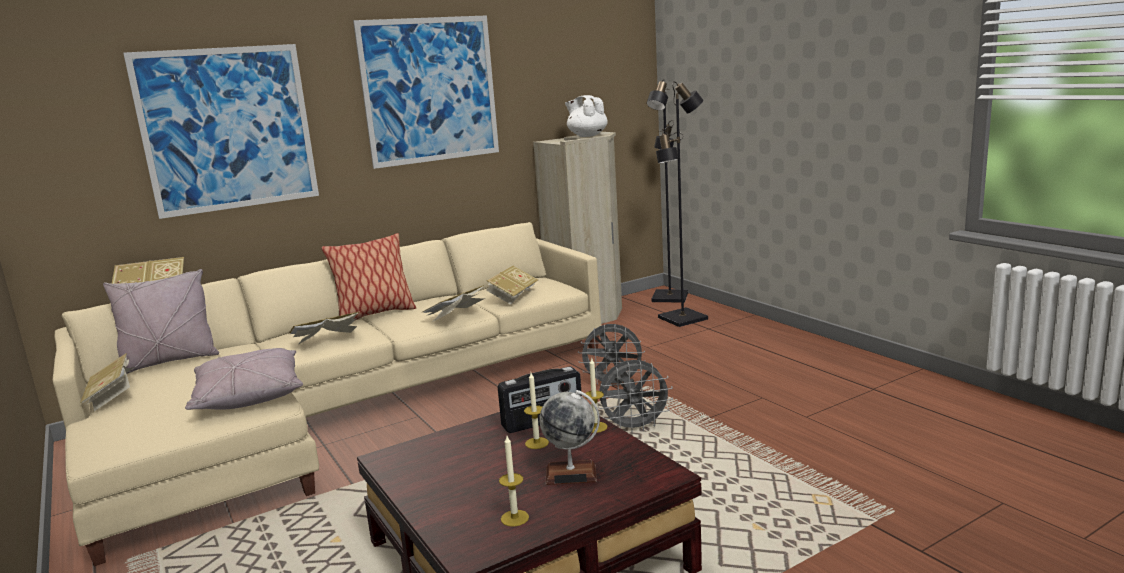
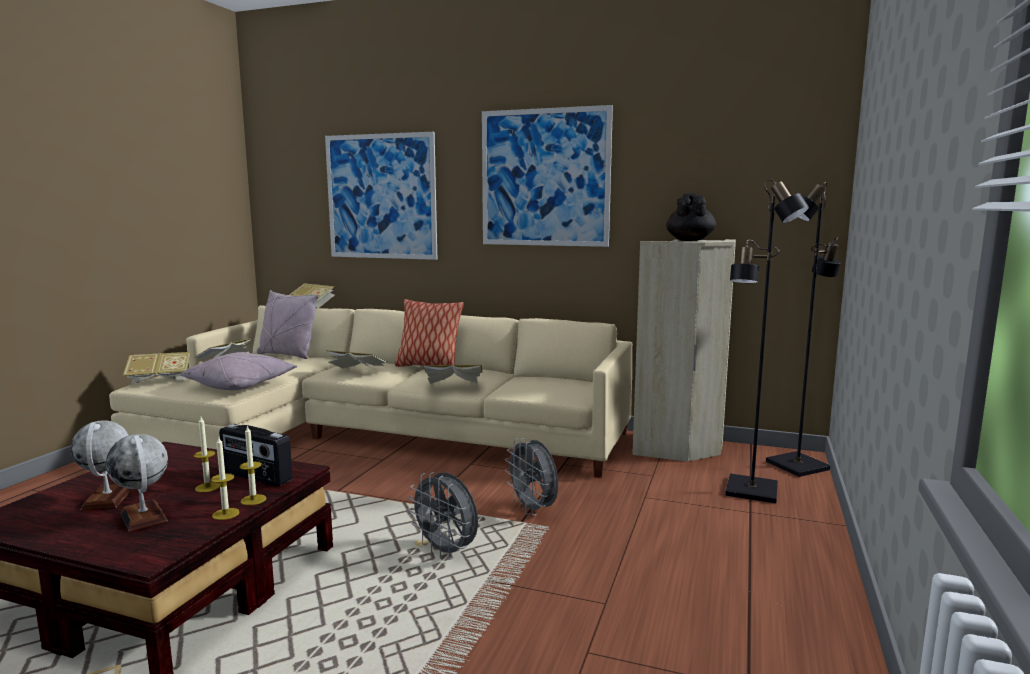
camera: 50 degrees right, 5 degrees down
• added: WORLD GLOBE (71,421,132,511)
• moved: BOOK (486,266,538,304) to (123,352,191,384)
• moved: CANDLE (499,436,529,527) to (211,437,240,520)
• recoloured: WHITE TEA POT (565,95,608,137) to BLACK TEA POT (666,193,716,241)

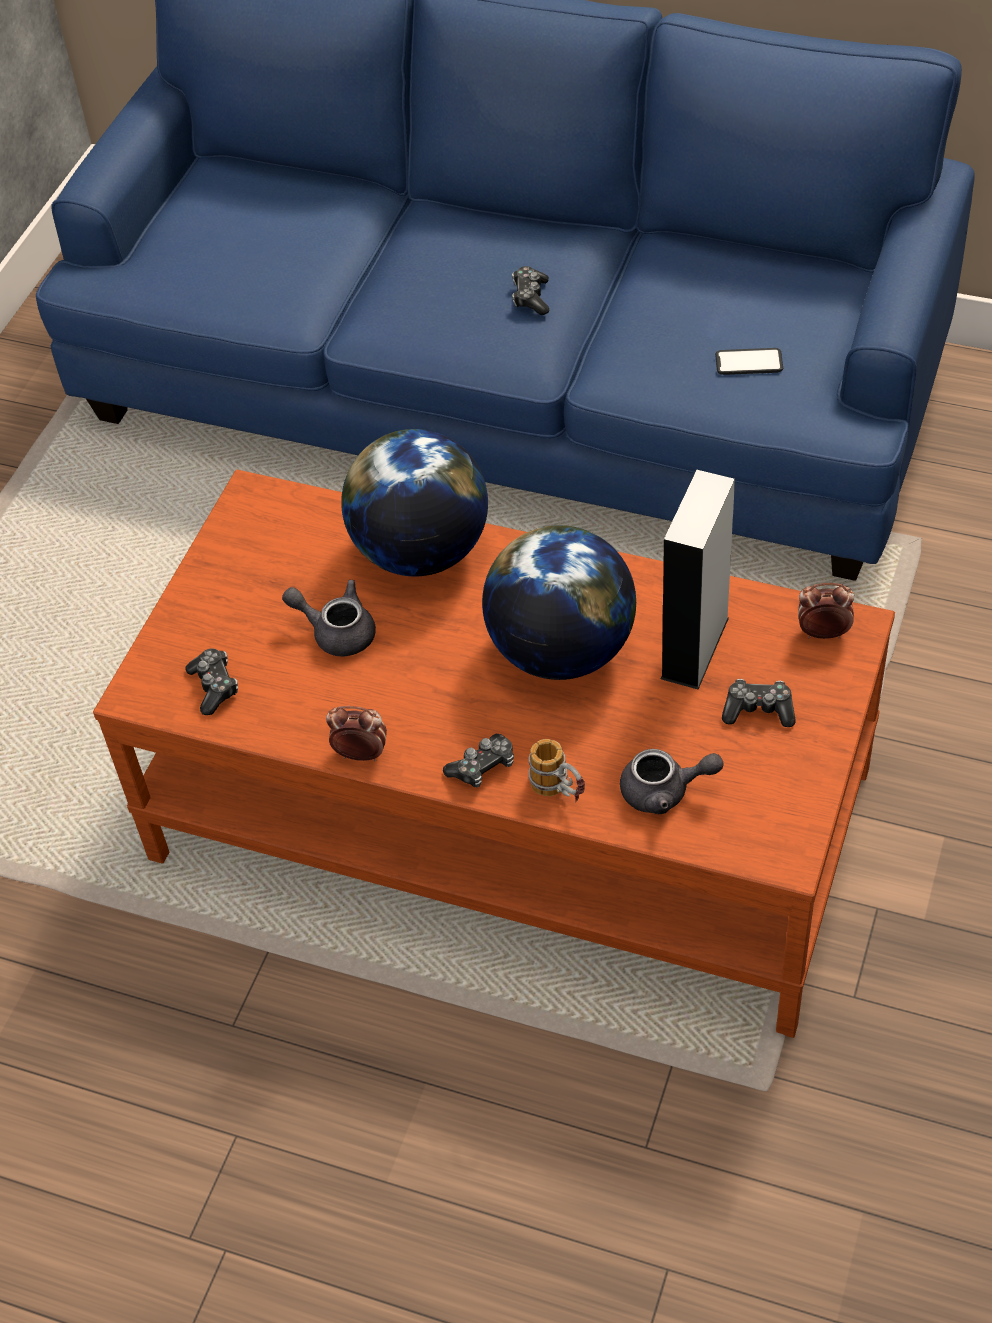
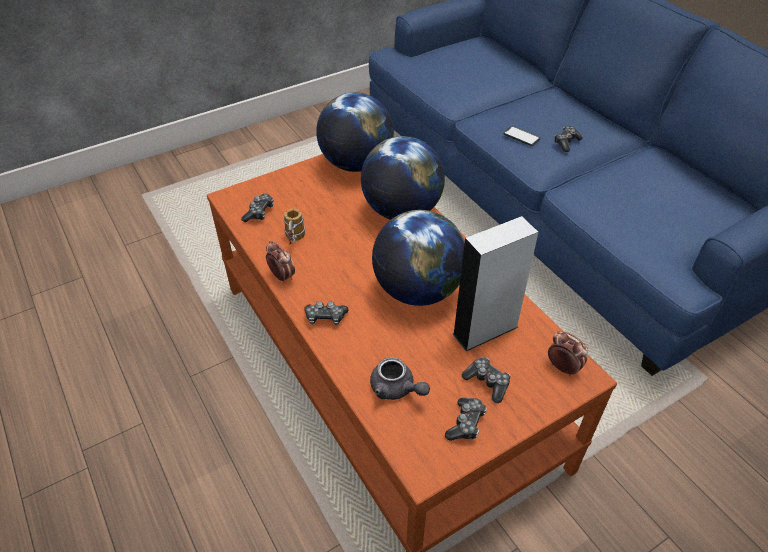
camera: 35 degrees right, 5 degrees down
• moved: TEA MUG (529,739,585,803) to (284,209,305,244)
• added: WORLD GLOBE (316,92,394,172)
• added: JOYPAD (445,398,487,441)
• moved: PHONE (715,348,783,375) to (503,126,540,146)
• removed: GREYISH TEA POT (282,580,376,657)

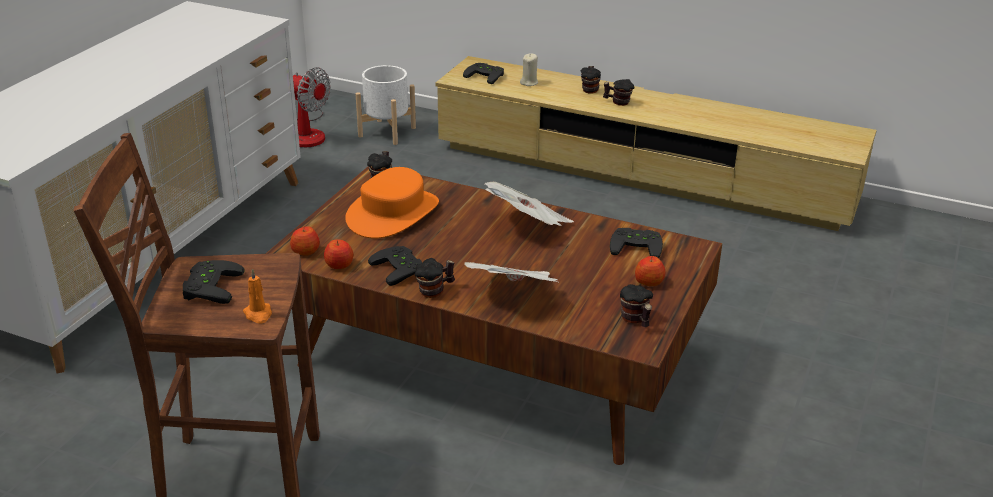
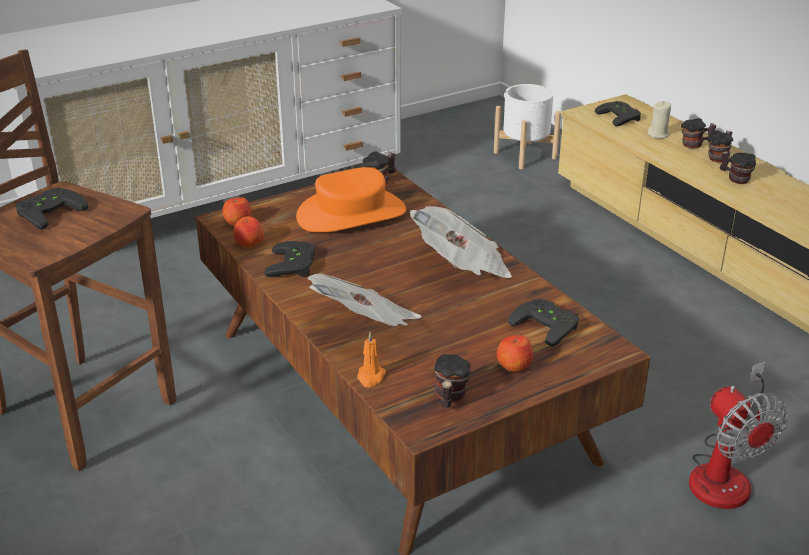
camera: 35 degrees right, 0 degrees up
• moved: ORANGEY CANDLE (243,268,272,324) to (357,331,386,388)
• moved: TEA MUG (415,258,455,298) to (681,118,717,148)
• moved: ELECTRIC FAN (293,67,331,147) to (689,362,787,509)

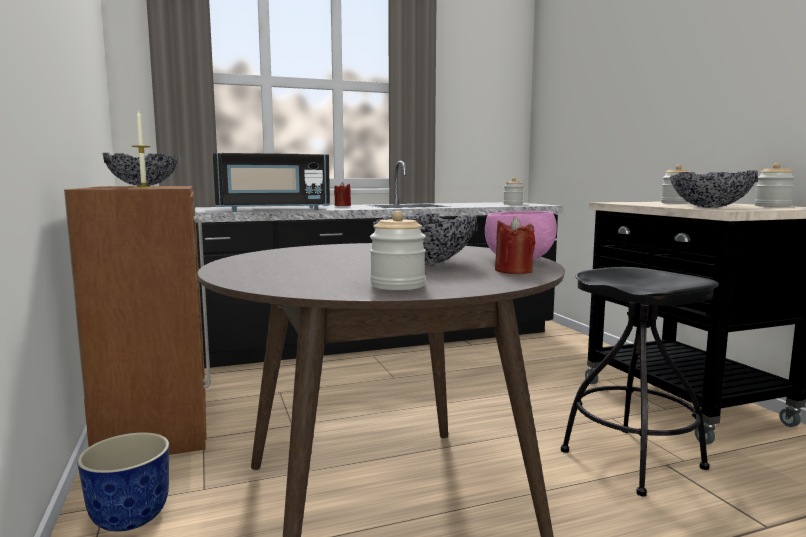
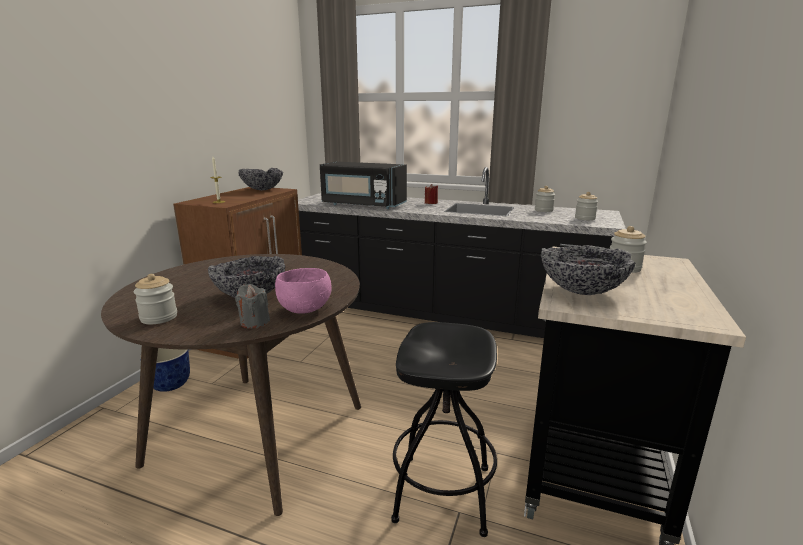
camera: 40 degrees right, 10 degrees up
• recoloured: RED-COLOURED CANDLE (495,216,536,274) to GREYISH CANDLE (235,284,270,328)
• moved: PRESERVE JAR (754,163,795,207) to (535,186,555,212)

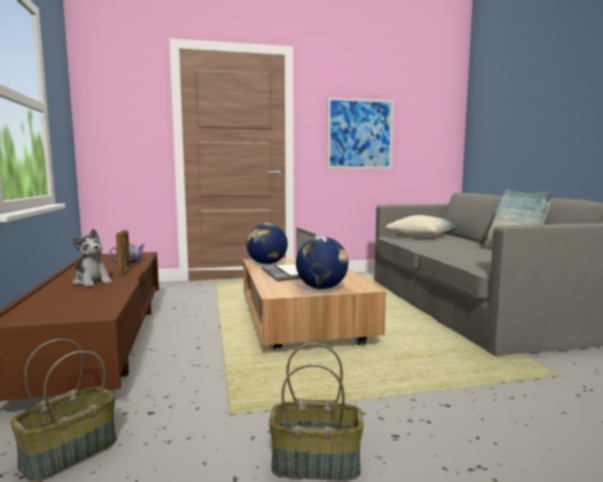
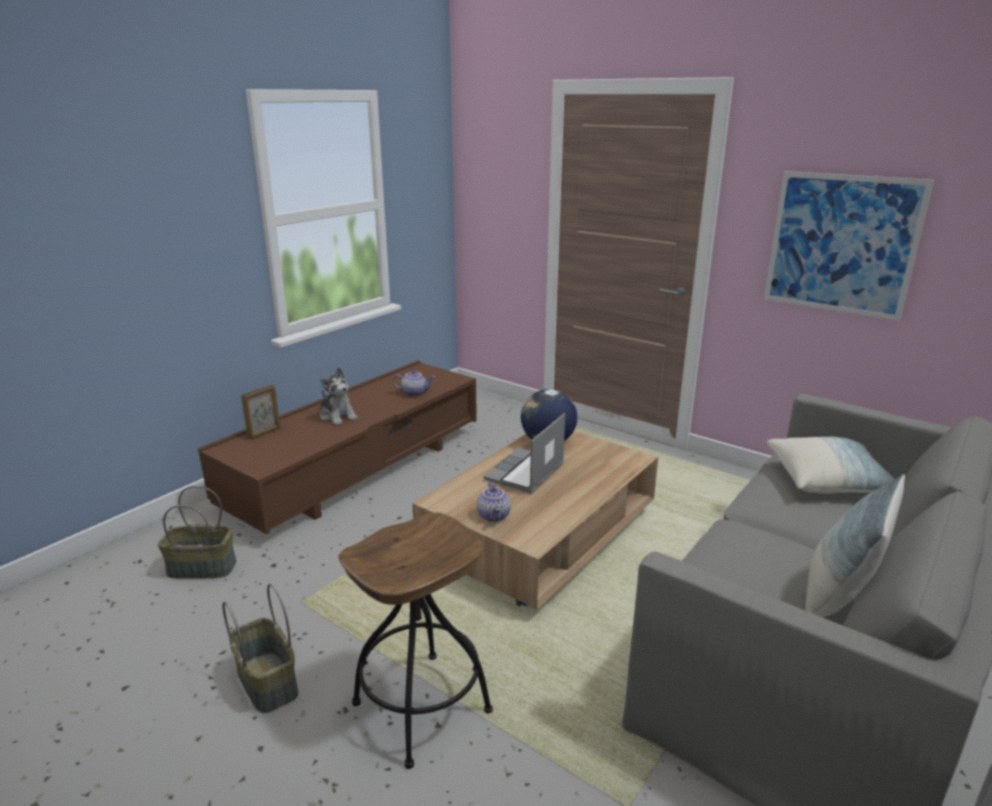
camera: 50 degrees right, 15 degrees up
• moved: PHOTO FRAME (116,230,131,276) to (241,385,280,439)
• turned: CUDDLY TOY (72,229,112,287) = (320,367,358,425) 45 degrees counterclockwise
• added: BROWN-COLOURED SITTING STOOL (338,512,493,769)
• replaced: WORLD GLOBE (296,237,348,289) to TEA POT (477,481,511,522)

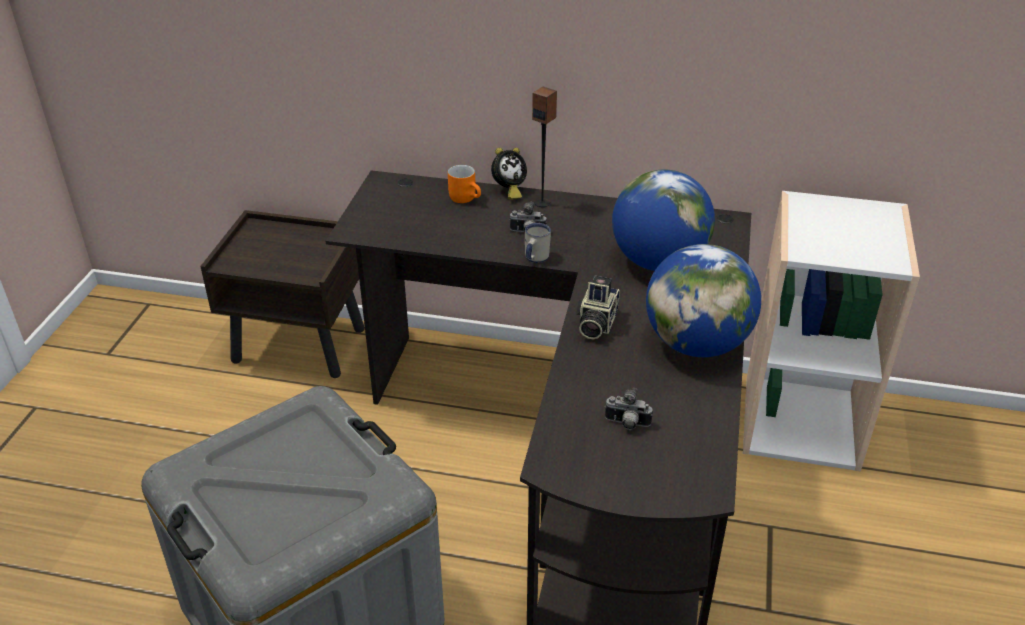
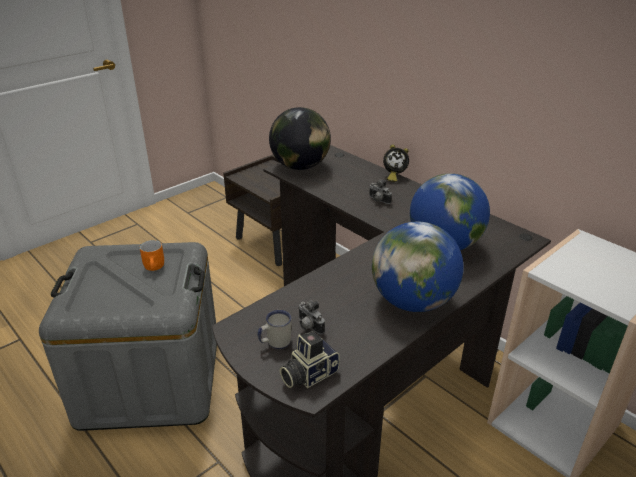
camera: 35 degrees right, 5 degrees down
• moved: ORANGEY TEA MUG (448,165,481,203) to (140,240,164,271)
• moved: WHITE TEA MUG (525,223,551,263) to (258,310,291,349)
• added: WORLD GLOBE (269,107,331,170)
• moved: PHOTO CAMERA (576,275,620,339) to (280,331,340,388)
• removed: SPEAKER (532,86,557,207)

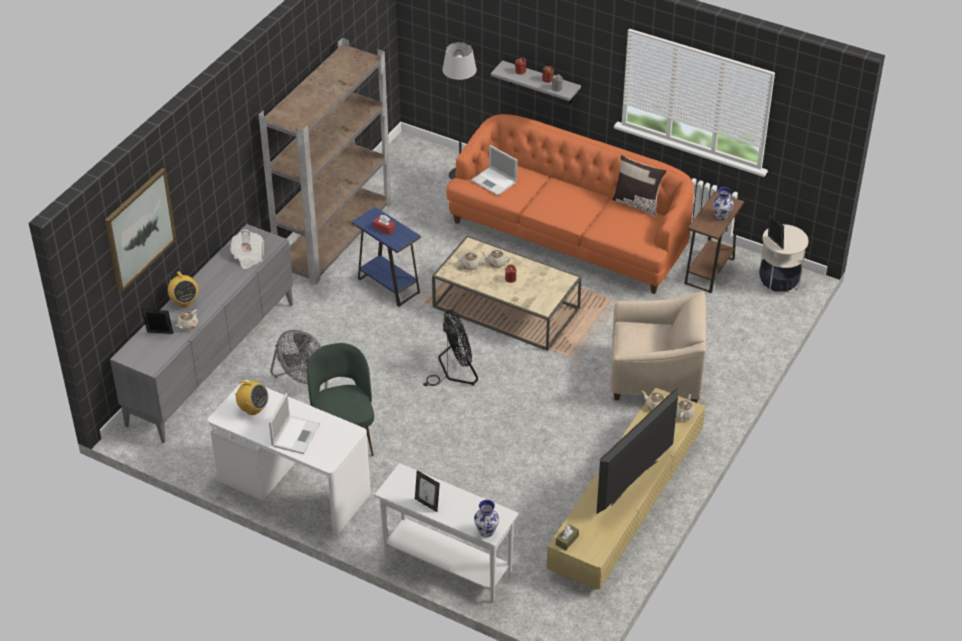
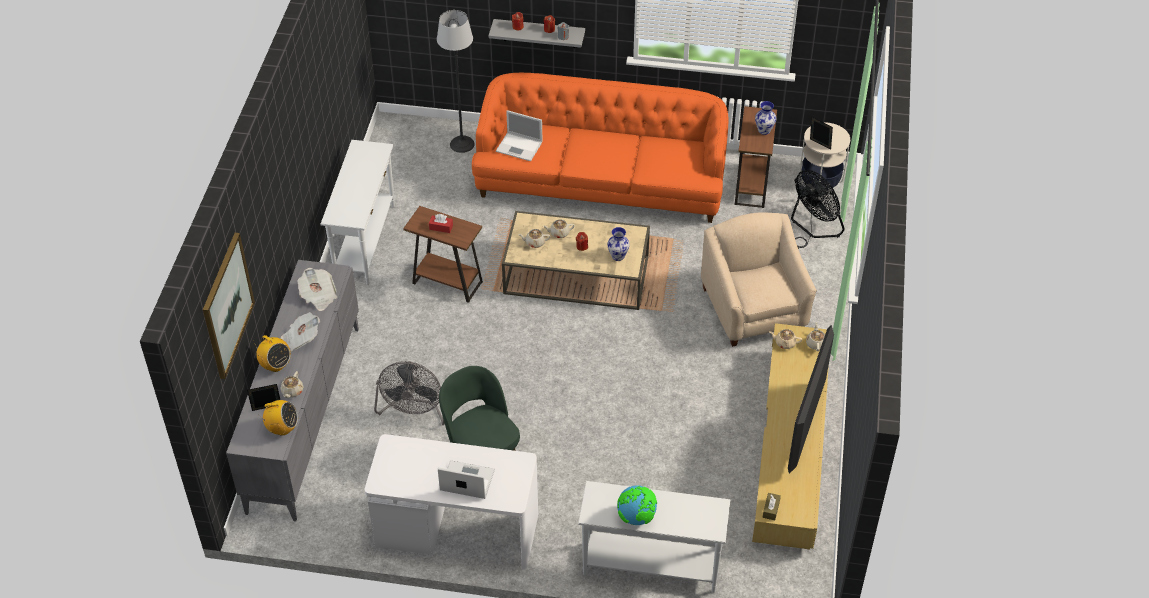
camera: 20 degrees left, 5 degrees up
• moved: RADIO RECEIVER (234,381,269,415) to (261,400,298,435)
• added: NEWSPAPER (281,312,320,351)
• replaced: BROWN-COLOURED BOOKSHELF (259,38,391,284) to WHITE CONSOLE TABLE (321,140,395,285)
• recoloured: BLUE-COLOURED END TABLE (352,207,421,307) to BROWN-COLOURED END TABLE (403,206,483,303)
• turned: NOTEBOOK COMPUTER (269,393,320,454) = (438,460,495,499) 75 degrees counterclockwise
• moved: FLOWER VASE (474,500,499,537) to (607,227,630,261)
• replaced: PHOTO FRAME (415,470,440,512) to WORLD GLOBE (617,485,657,525)
• turned: BEIGE-COLOURED ARMCHAIR (610,292,706,403) = (701,212,817,347) 90 degrees counterclockwise
• moved: BLACK ELECTRIC FAN (423,309,478,386) to (791,170,845,249)
• removed: PILLOW (612,155,666,217)

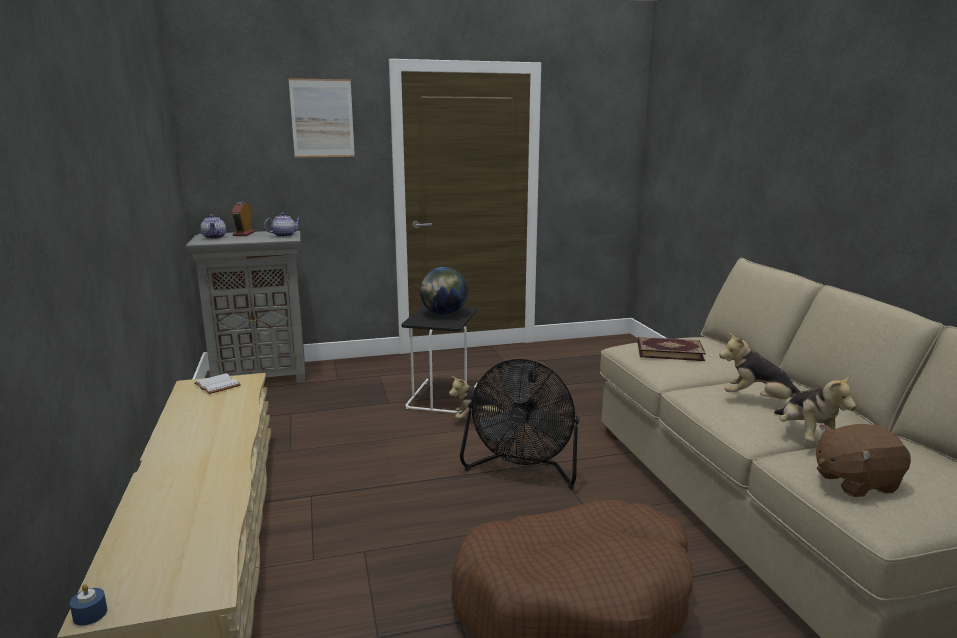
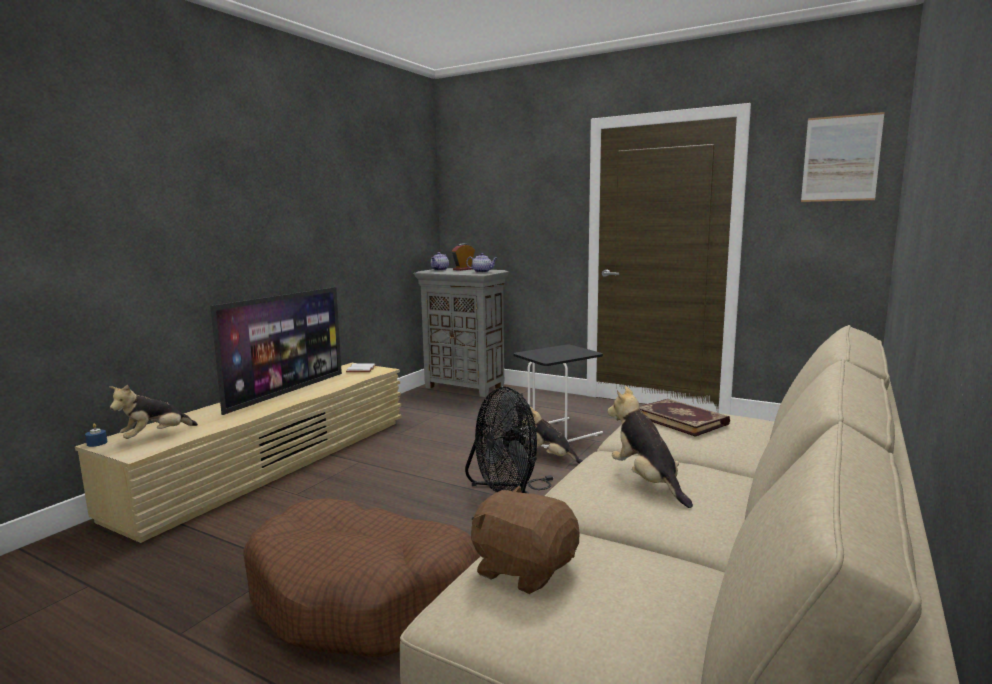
camera: 45 degrees right, 5 degrees down
• moved: CUDDLY TOY (774,375,856,442) to (109,384,198,439)
• added: TELEVISION (210,287,342,415)
• moved: WALL ART (289,78,355,158) to (801,112,885,202)
• removed: WORLD GLOBE (420,267,468,315)

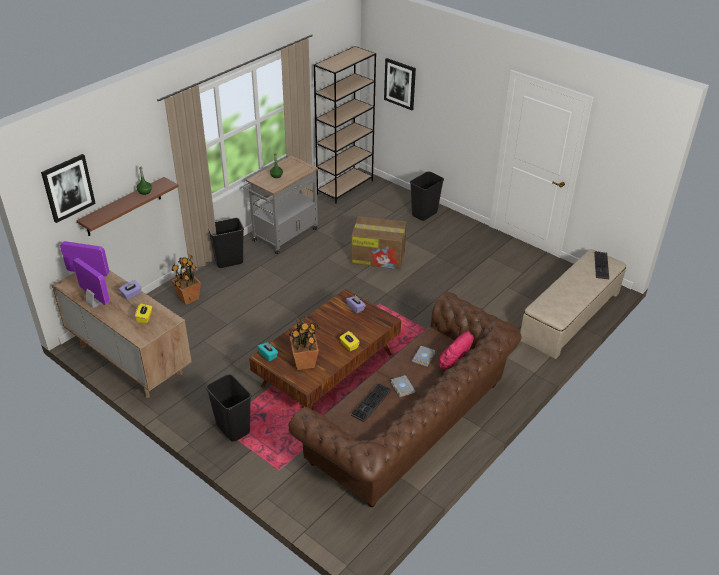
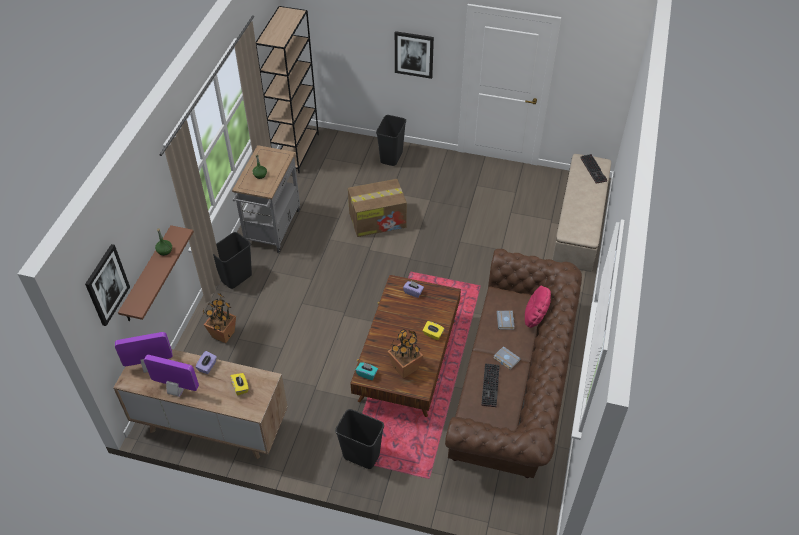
camera: 25 degrees left, 10 degrees up
• moved: WALL ART (384,58,416,110) to (395,31,434,79)

